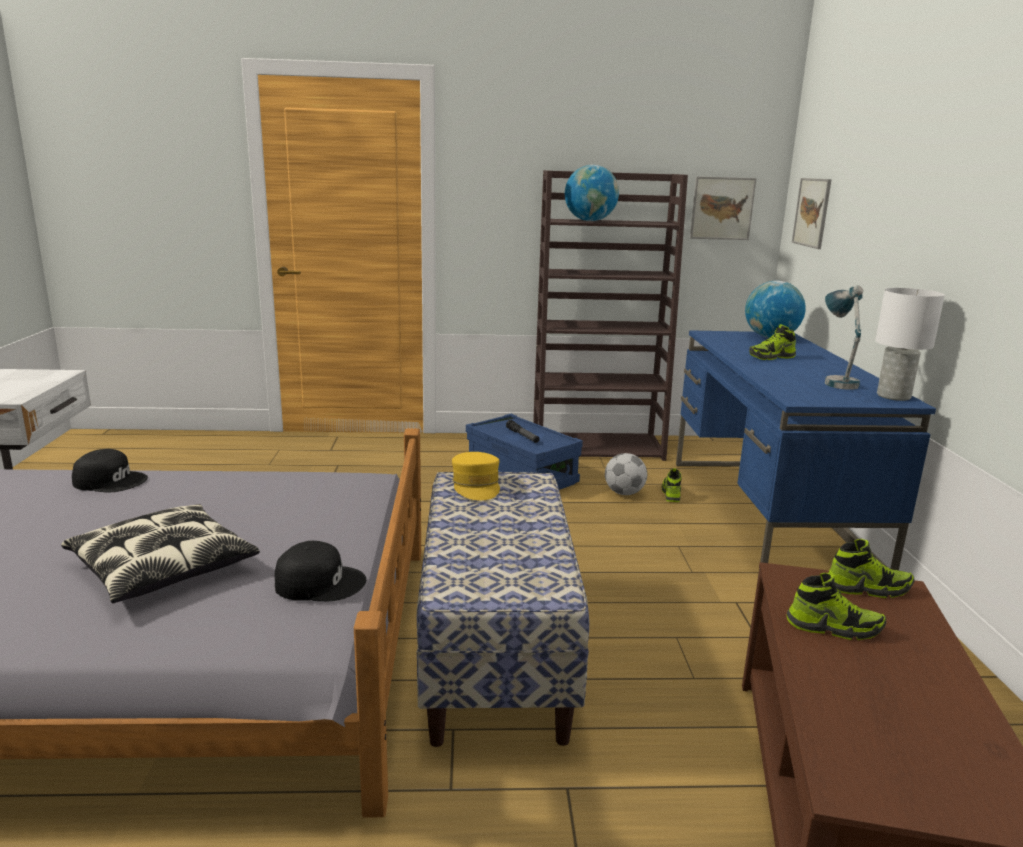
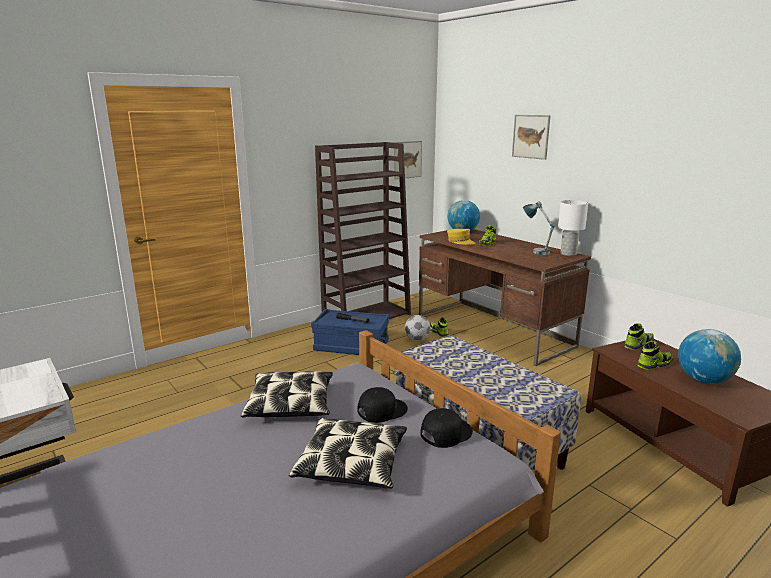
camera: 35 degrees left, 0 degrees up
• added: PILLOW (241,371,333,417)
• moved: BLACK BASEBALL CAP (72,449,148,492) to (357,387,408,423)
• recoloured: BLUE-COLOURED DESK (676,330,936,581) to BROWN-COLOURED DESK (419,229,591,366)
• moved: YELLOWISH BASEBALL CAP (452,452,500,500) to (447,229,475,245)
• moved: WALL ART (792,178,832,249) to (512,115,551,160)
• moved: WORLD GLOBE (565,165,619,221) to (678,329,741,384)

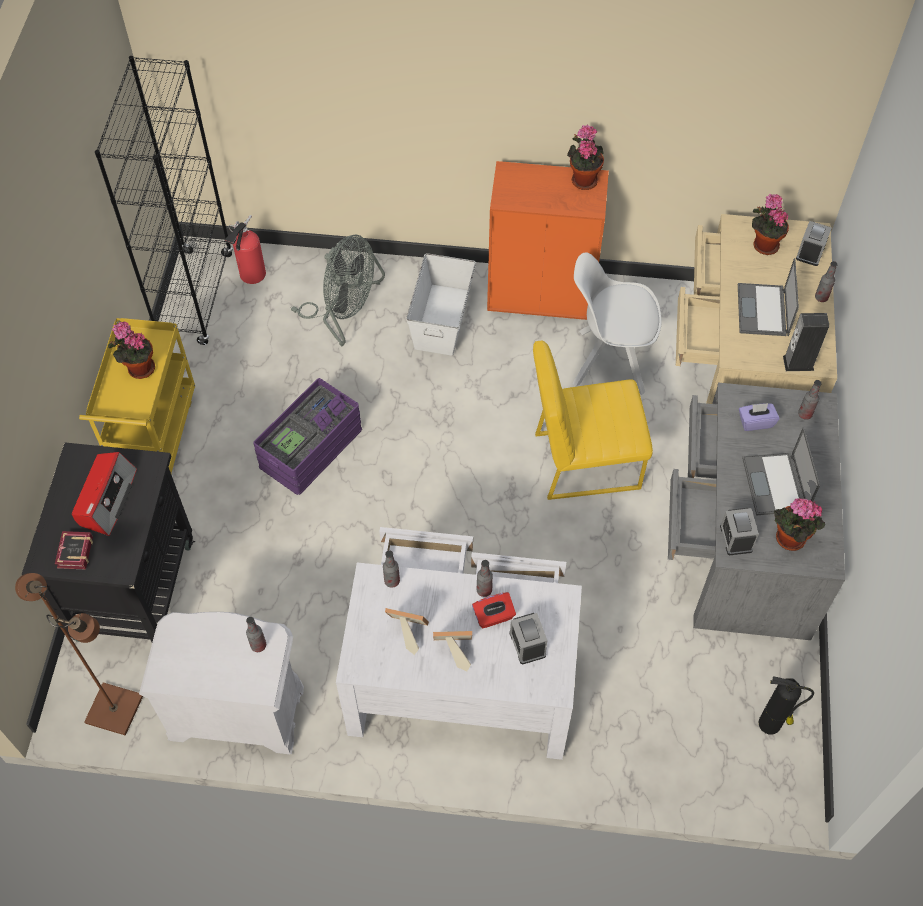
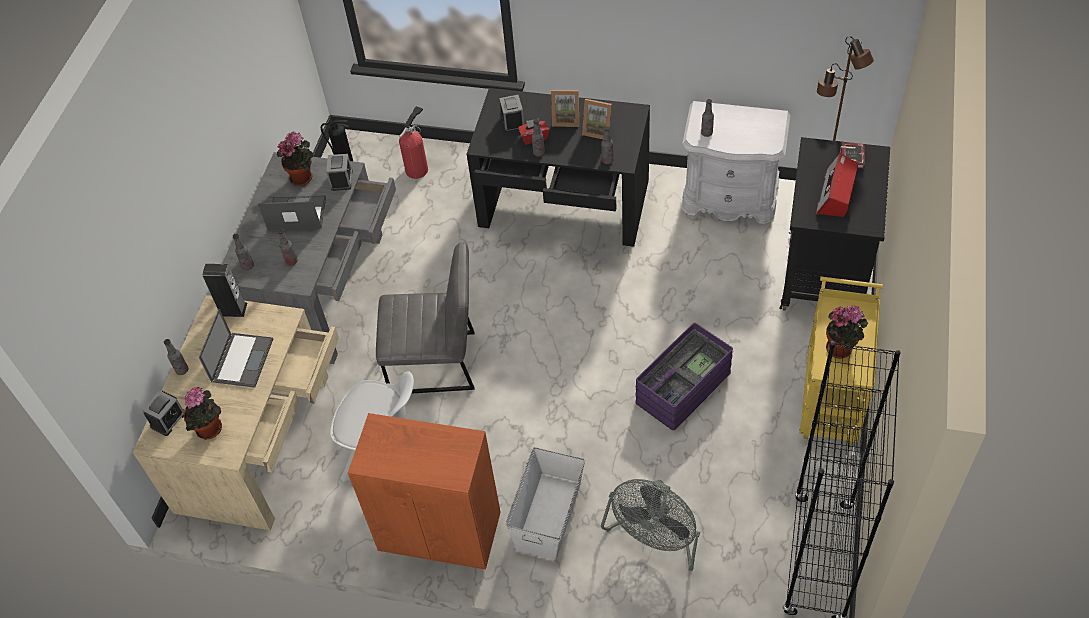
camera: 170 degrees left, 5 degrees down
• turned: NOTEBOOK COMPUTER (742,427,820,516) = (258,195,326,231) 90 degrees counterclockwise
• replaced: PURPLE BOX OF TISSUES (739,403,779,431) to BEVERAGE BOTTLE (278,229,298,266)
• recoloured: YELLOWISH PLAIN CHAIR (533,340,653,500) to GREYISH PLAIN CHAIR (376,243,475,393)
• moved: FIRE-FIGHTING CYLINDER (225,215,266,284) to (399,106,428,179)
• recoloured: WHITE DESK (336,527,582,760) to BLACK DESK (466,88,650,247)
• turned: GREYISH ELECTRIC FAN (290,235,385,347) = (601,479,700,571) 90 degrees counterclockwise
• removed: POTTED PLANT (567,124,604,190)

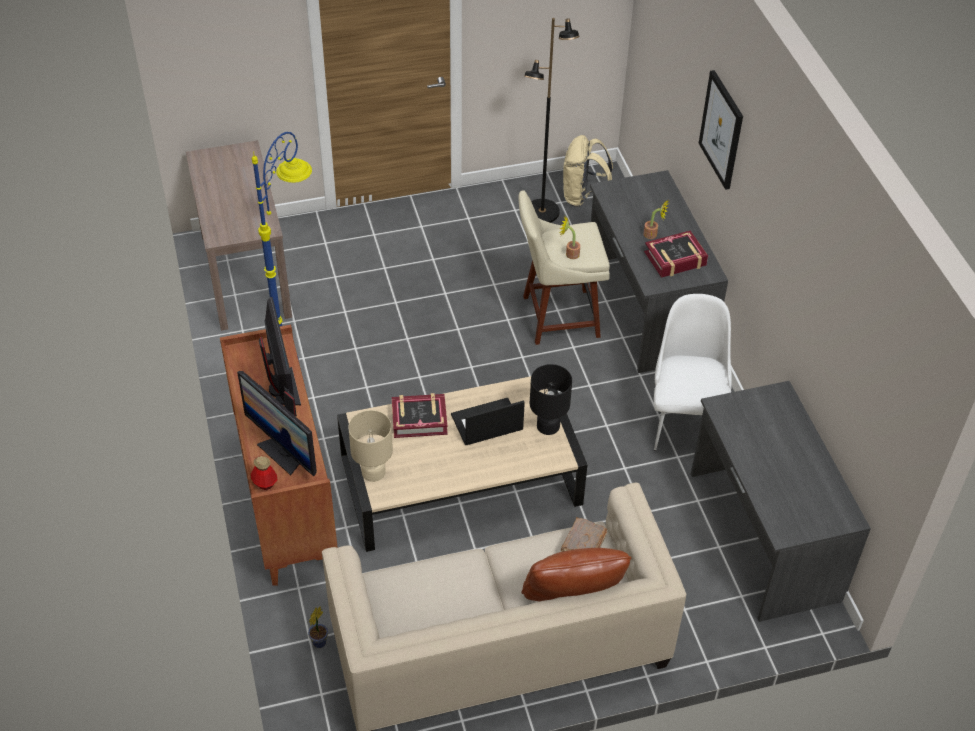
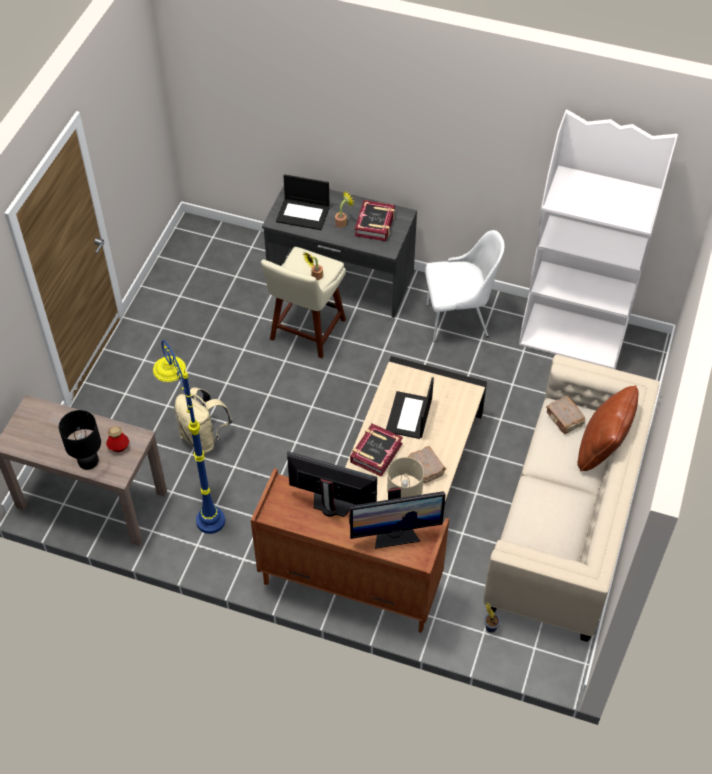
camera: 55 degrees left, 5 degrees up
• moved: BLACK TABLETOP LAMP (530,364,572,435) to (59,410,101,470)
• moved: BEVERAGE BOTTLE (251,455,277,490) to (106,427,129,452)
• moved: BEIGE-COLOURED RUCKSACK (563,135,613,207) to (174,387,233,453)
• added: NOTEBOOK COMPUTER (276,174,330,230)
• added: BROWN-COLOURED BOOK (408,446,446,483)
• turned: WHITE PLAIN CHAIR (654,294,732,451) = (425,230,504,342) 135 degrees clockwise
• replaced: GREYISH DESK (691,381,871,622) to WHITE BOOKSHELF (519,109,678,369)
• removed: BLACK FLOOR LAMP (524,18,579,223)
• removed: WALL ART (699,70,743,190)

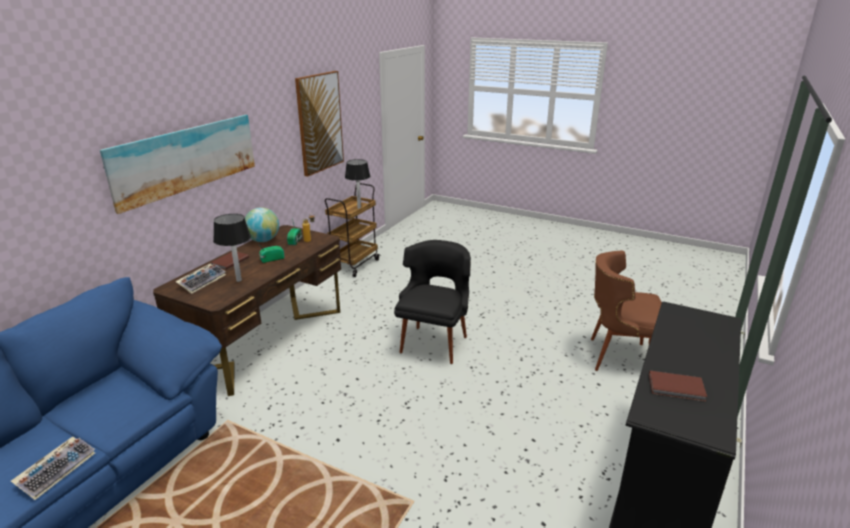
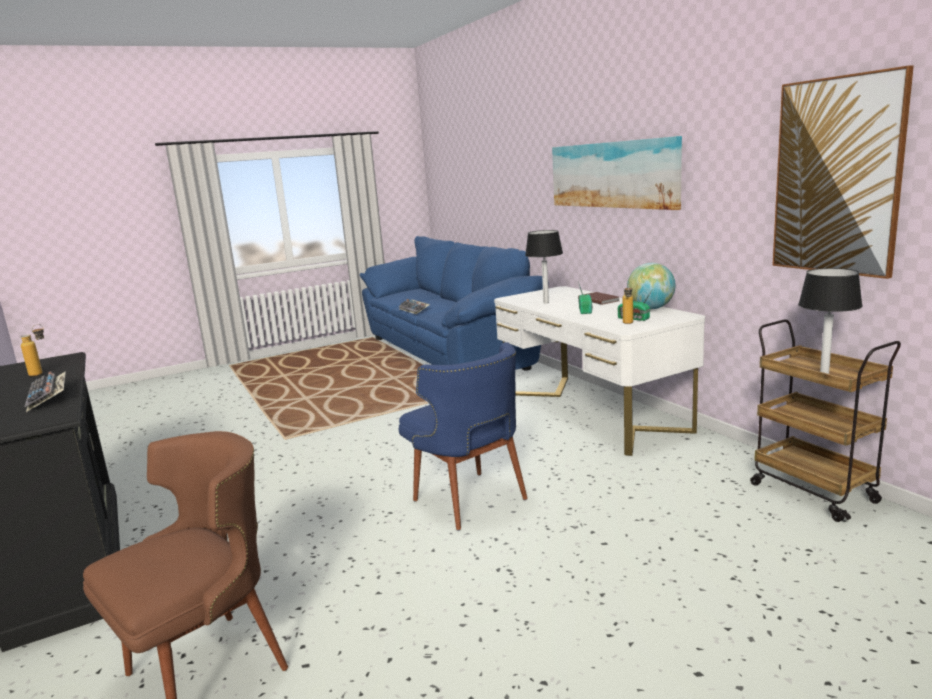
camera: 125 degrees right, 10 degrees down
• replaced: BROWN-COLOURED BOOK (649,371,707,402) to BEVERAGE BOTTLE (20,324,44,376)
• moved: PC KEYBOARD (175,264,226,294) to (25,371,66,412)
• recoloured: BLACK PLAIN CHAIR (394,240,471,364) to BLUE-COLOURED PLAIN CHAIR (399,342,527,531)
• recoloured: BROWN-COLOURED DESK (153,225,341,396) to WHITE DESK (494,286,705,456)

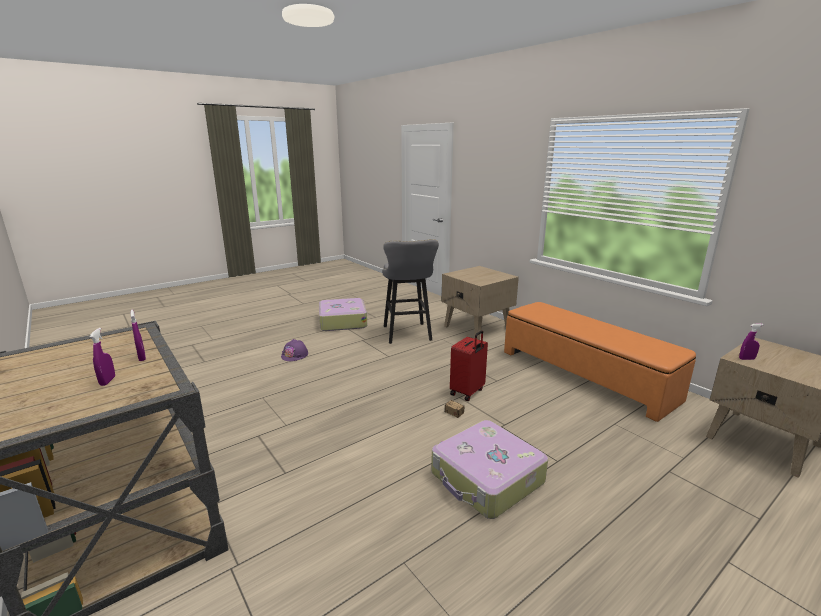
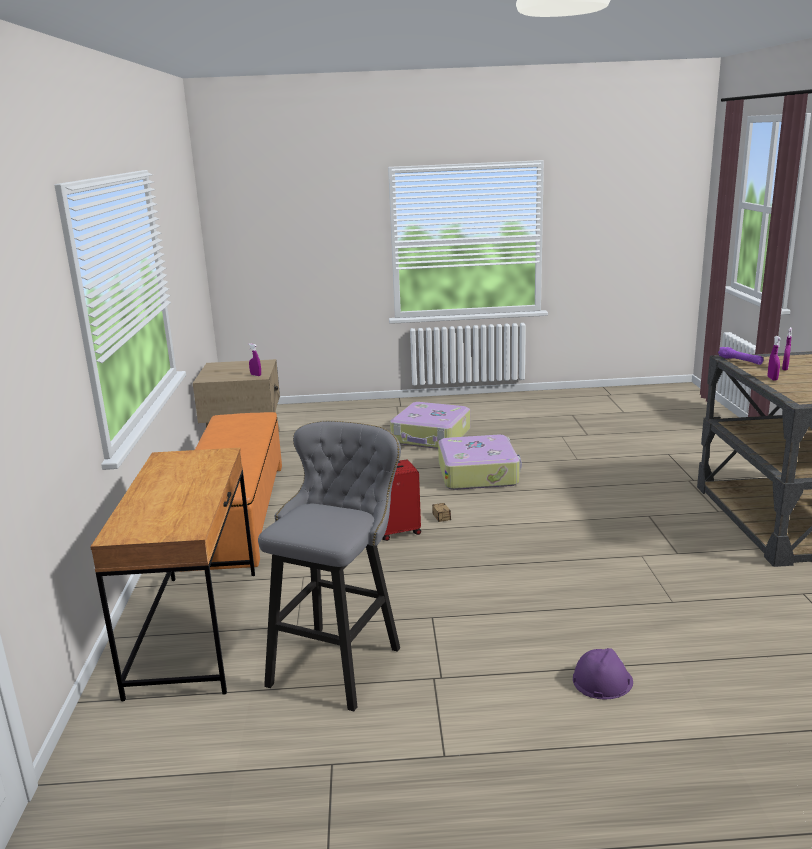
camera: 145 degrees left, 0 degrees up
• replaced: BEIGE-COLOURED BEDSIDE TABLE (441,266,519,340) to BROWN-COLOURED DESK (90,448,255,701)
• moved: PIECE OF LUGGAGE (319,298,367,331) to (390,402,470,449)
• added: PURPLE FLASHLIGHT (718,347,763,365)

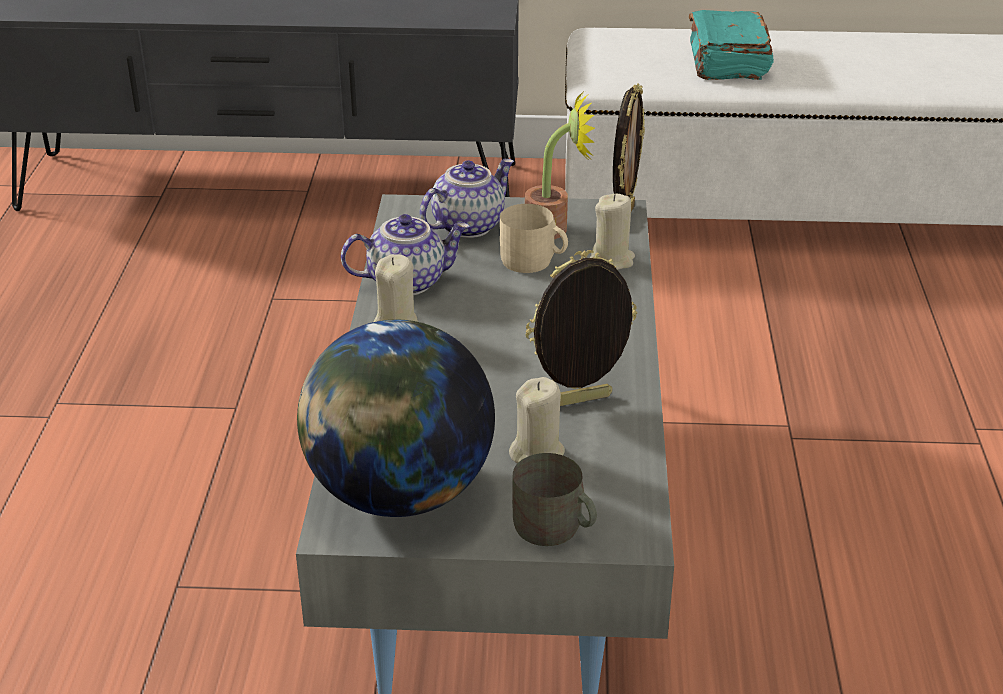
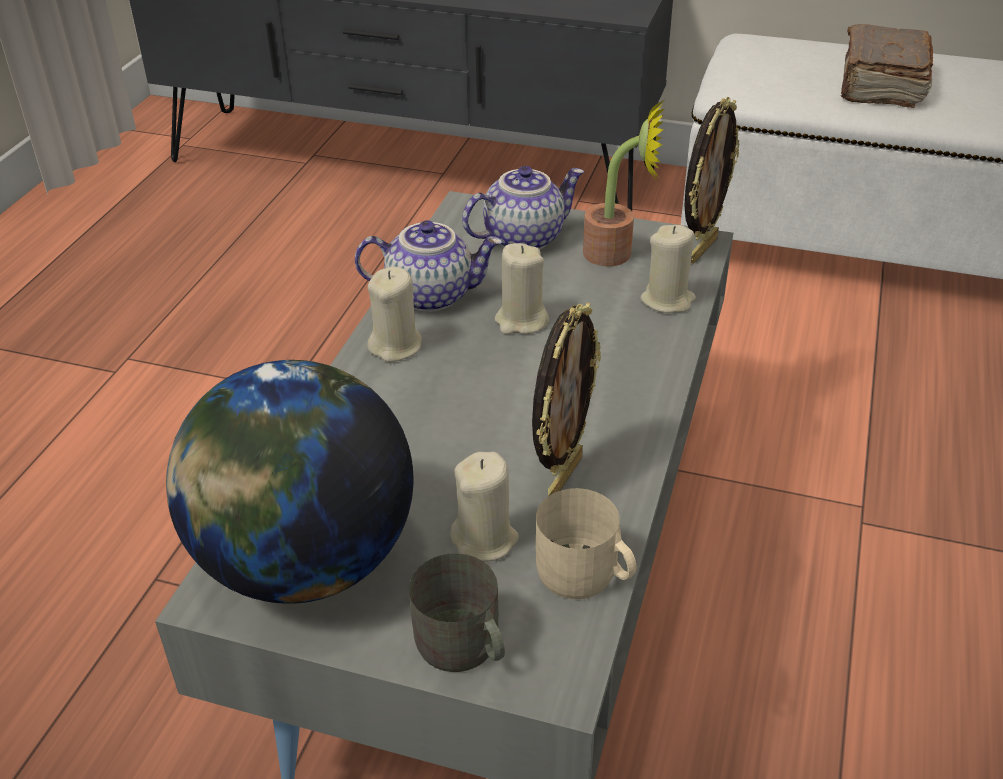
camera: 15 degrees right, 5 degrees up
• added: BEIGE-COLOURED CANDLE (495,243,549,334)
• turned: PHOTO FRAME (526,250,637,406) = (532,302,601,496) 120 degrees clockwise
• moved: BEIGE-COLOURED TEA MUG (500,204,568,273) to (536,488,637,599)
• recoloured: TURQUOISE-COLOURED BOOK (689,10,774,80) to BROWN-COLOURED BOOK (840,24,933,108)

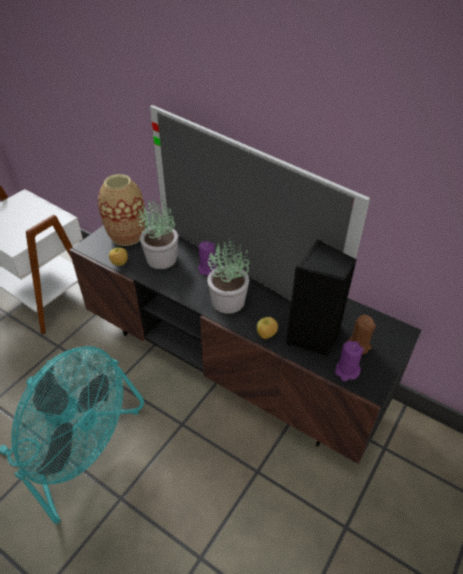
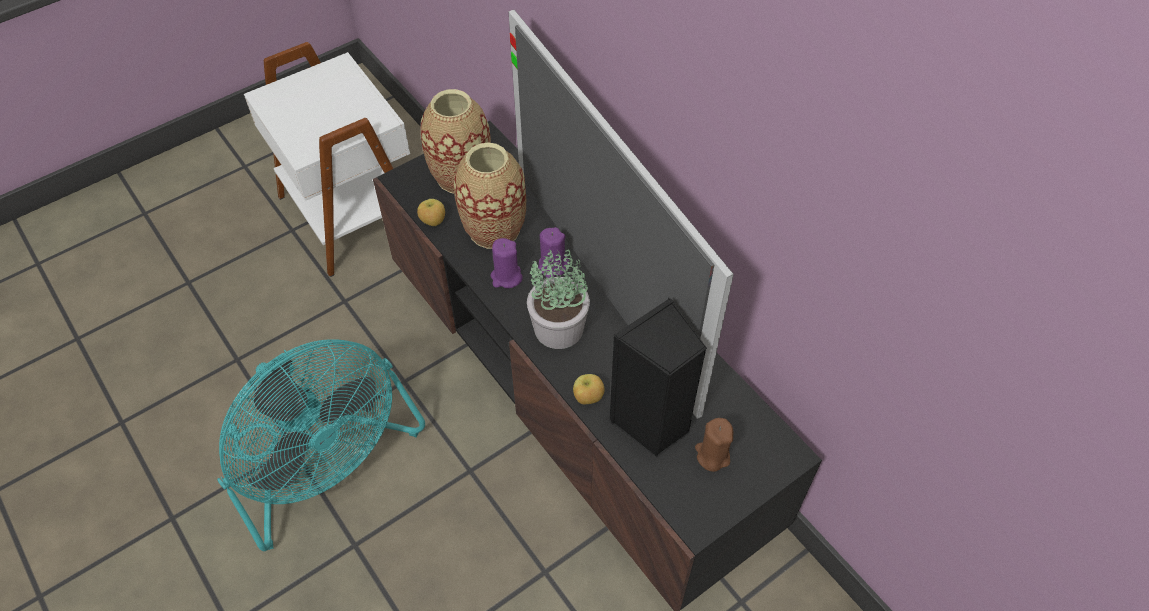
camera: 20 degrees right, 10 degrees up
• replaced: POTTED PLANT (139,199,178,269) to FLOWER VASE (453,142,526,249)
• moved: PURPLE CANDLE (335,341,364,382) to (491,238,523,288)

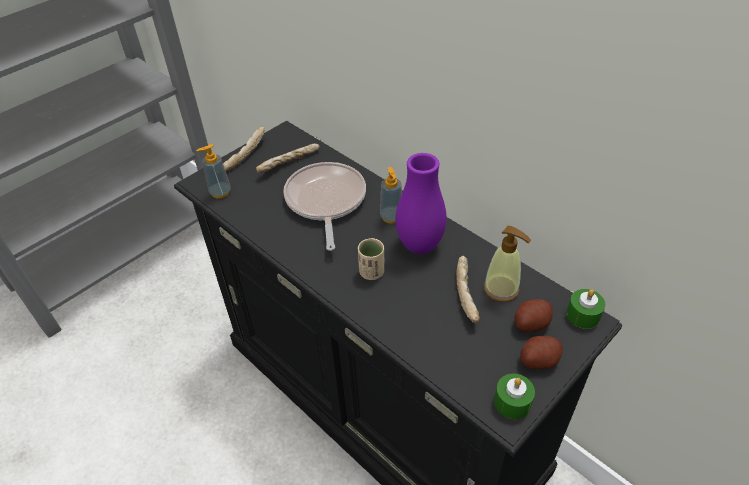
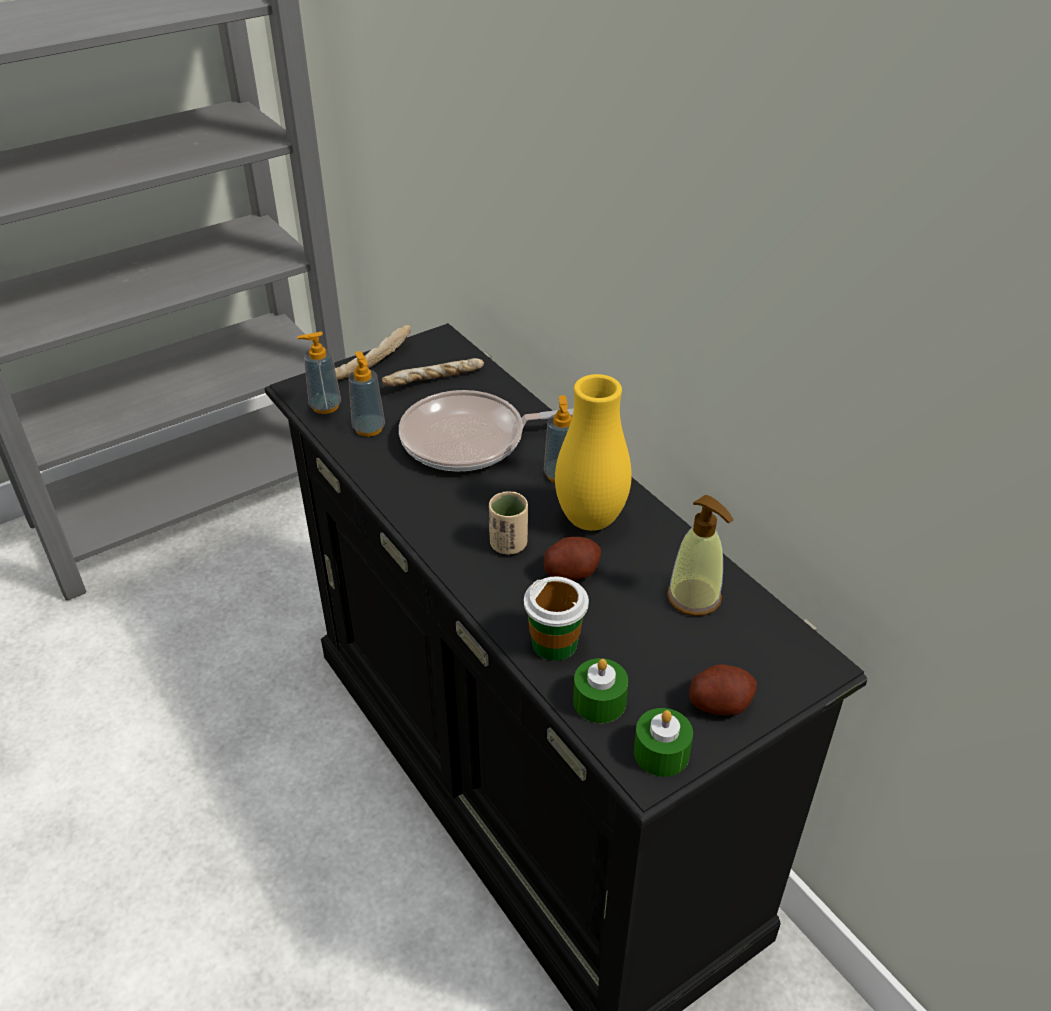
camera: 10 degrees right, 5 degrees down
• added: SOAP DISPENSER (348,351,385,437)
• turned: SKILLET (283,162,366,251) = (399,390,574,472) 105 degrees counterclockwise
• added: DRINKING CUP (524,576,589,661)
• moved: SPUD (515,299,553,332) to (544,537,601,580)
• recoloured: PURPLE FLOWER VASE (396,153,447,254) to YELLOWISH FLOWER VASE (555,374,632,531)
• moved: GREENISH CANDLE (566,289,605,329) to (573,658,628,723)
• removed: BAKED BREAD (456,256,480,323)

